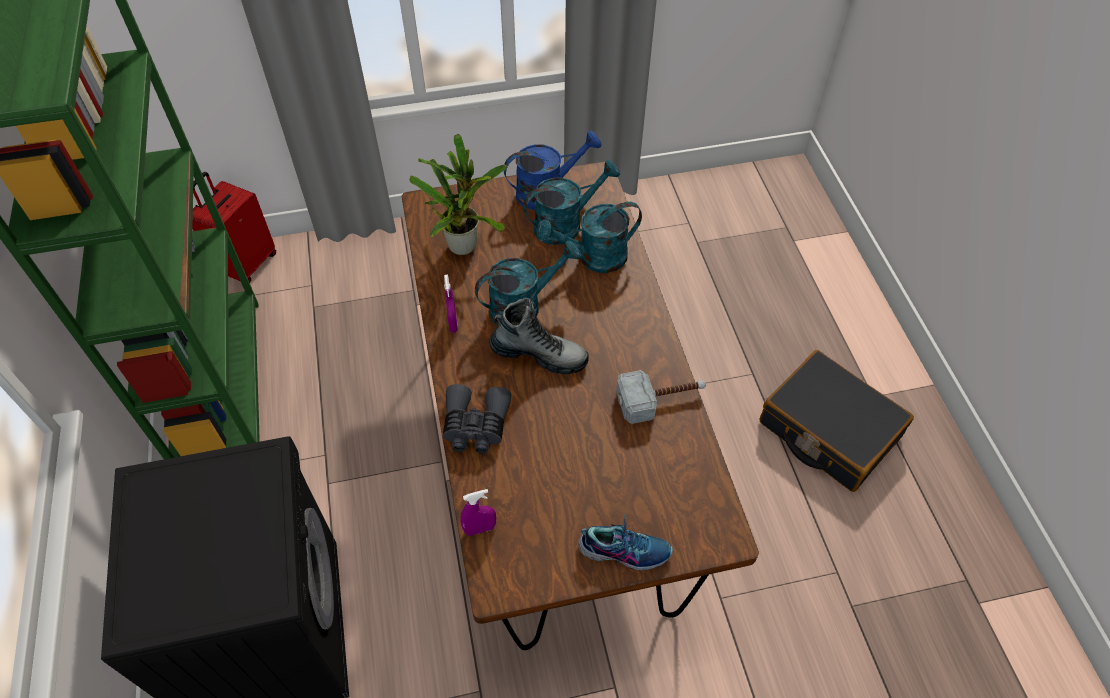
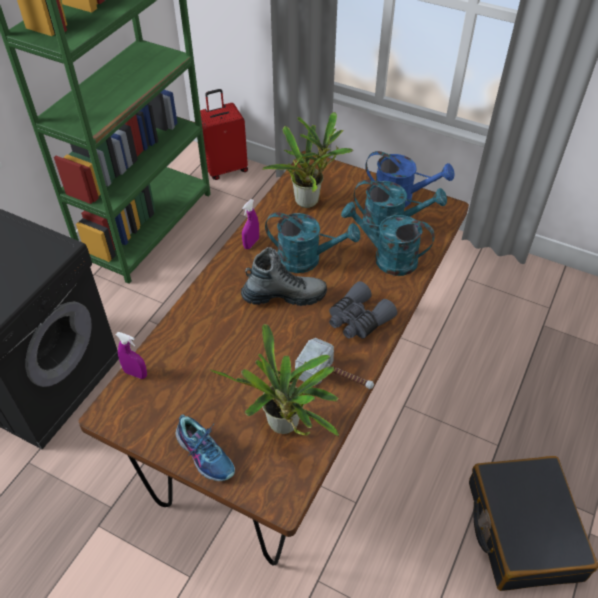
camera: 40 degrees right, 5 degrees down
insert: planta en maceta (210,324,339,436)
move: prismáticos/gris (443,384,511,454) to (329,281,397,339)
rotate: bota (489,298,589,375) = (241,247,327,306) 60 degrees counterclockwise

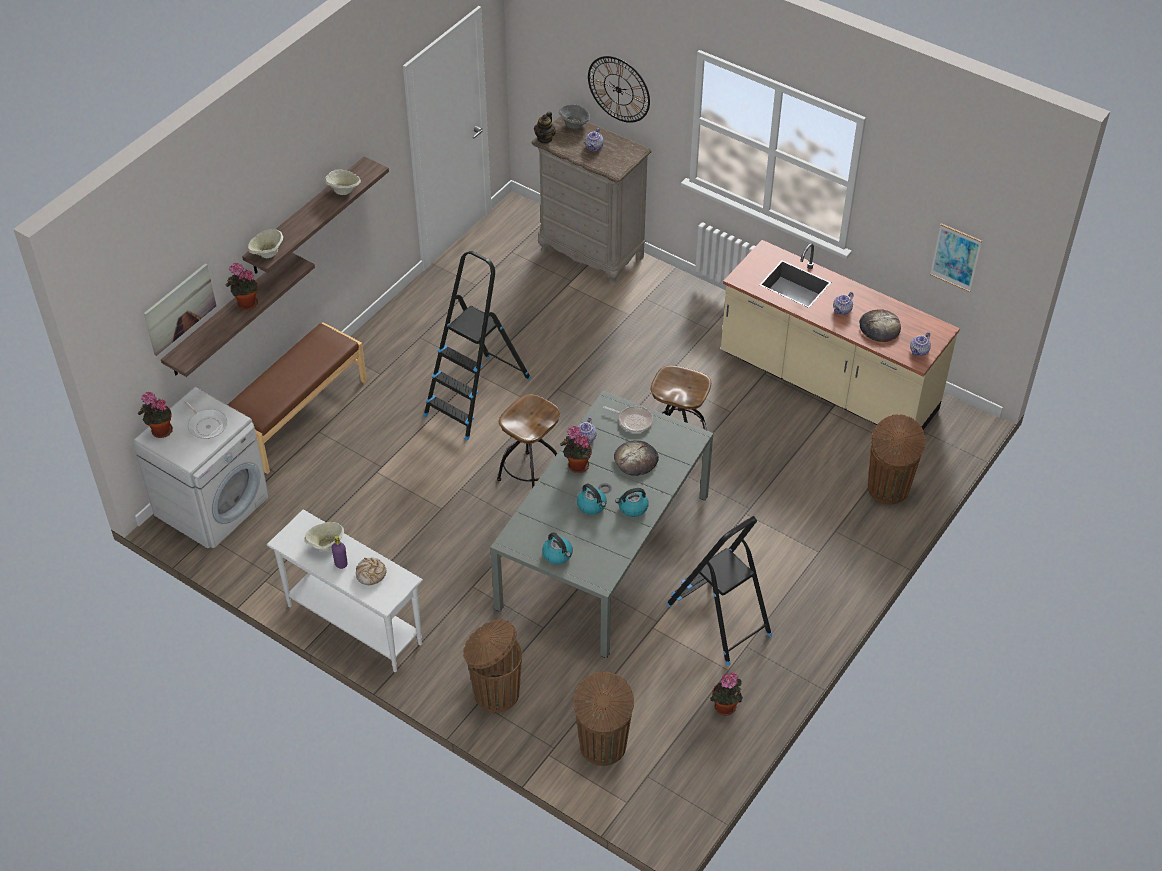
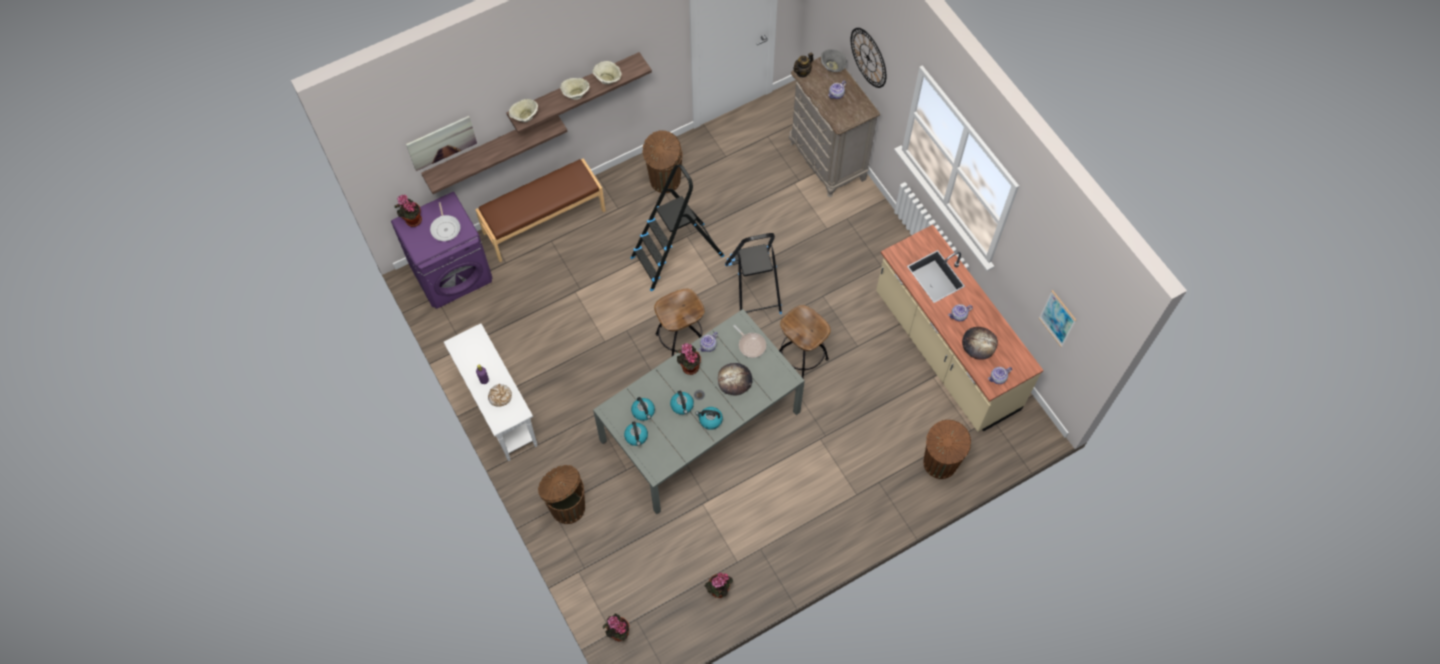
camera: 25 degrees right, 15 degrees up
insert: hervidor (631,397,655,421)
move: planta en maceta (226,263,258,310) to (603,614,629,641); escalera de tijera/negro (666,516,772,666) to (725,233,782,314); cuenco/beis (305,522,344,552) to (560,78,590,100); papelera/marrón (573,671,634,766) to (642,130,682,193)
recolor: lavadora/blanco (133,387,269,548) to lavadora/morado (391,192,492,309)

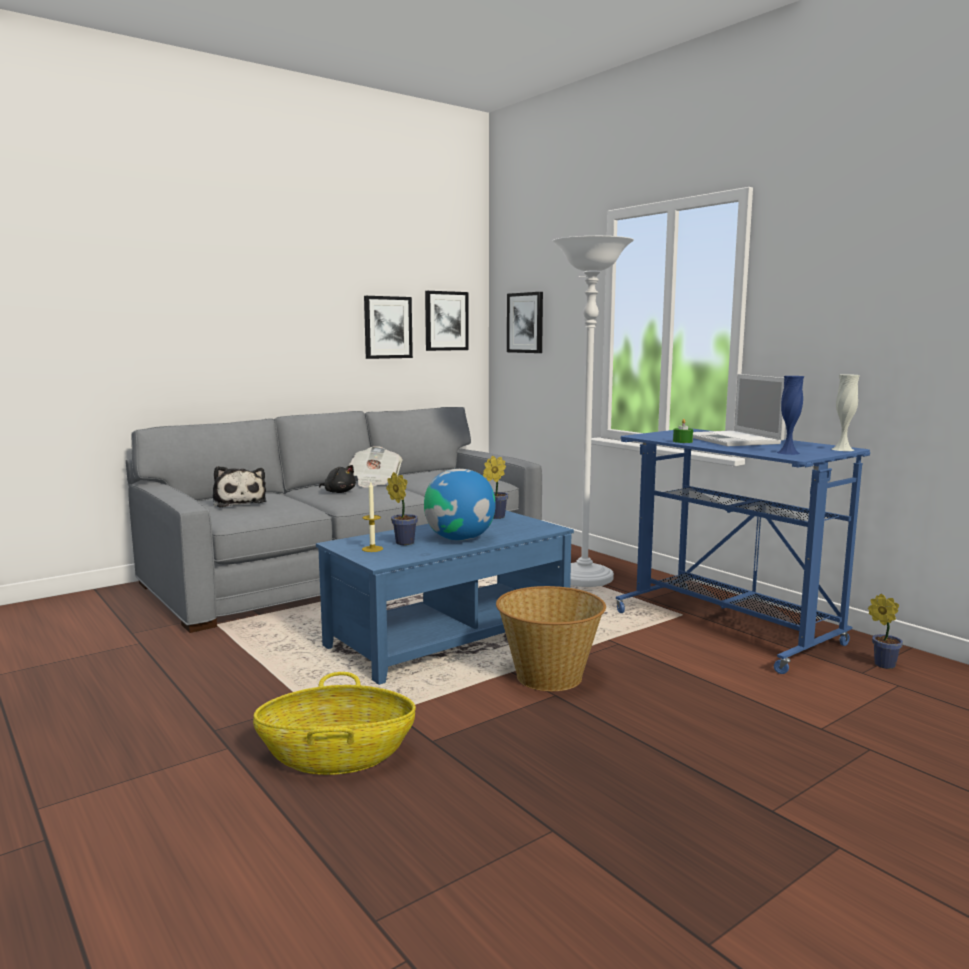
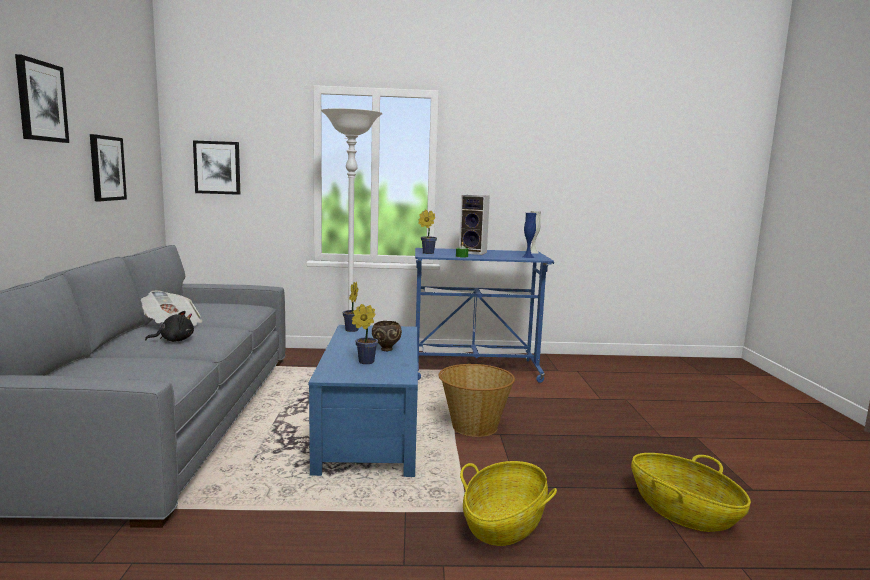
camera: 55 degrees left, 0 degrees up
delete: peluche (213,466,266,508); vela (362,482,383,552)
insert: cesta (631,453,751,532)
move: cuadro (425,291,469,351) to (15,54,69,143); planta en maceta (868,594,903,669) to (418,209,437,254)
replace: portátil (693,374,785,446) to altavoz (459,195,490,255); globo terráqueo (424,469,496,541) to cuenco/marrón (372,321,402,351)

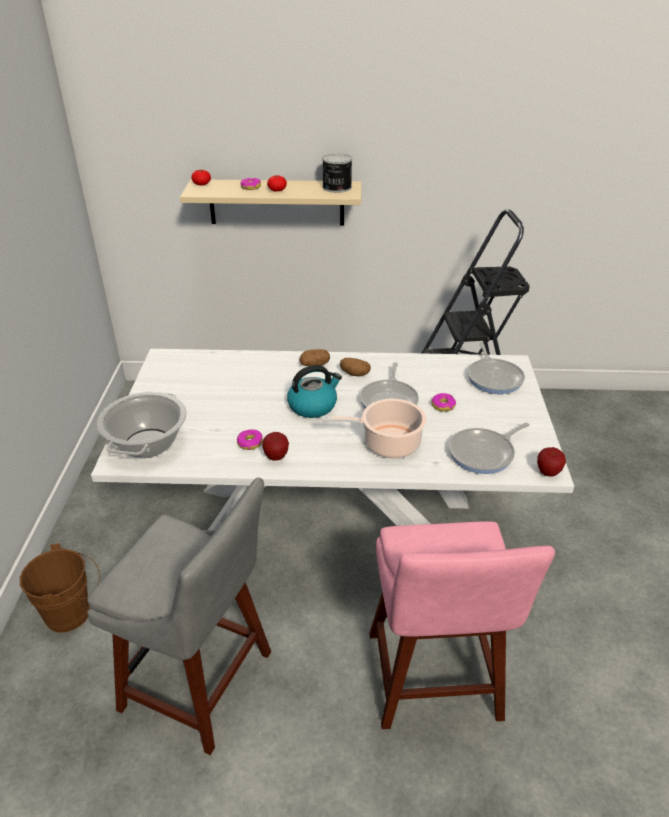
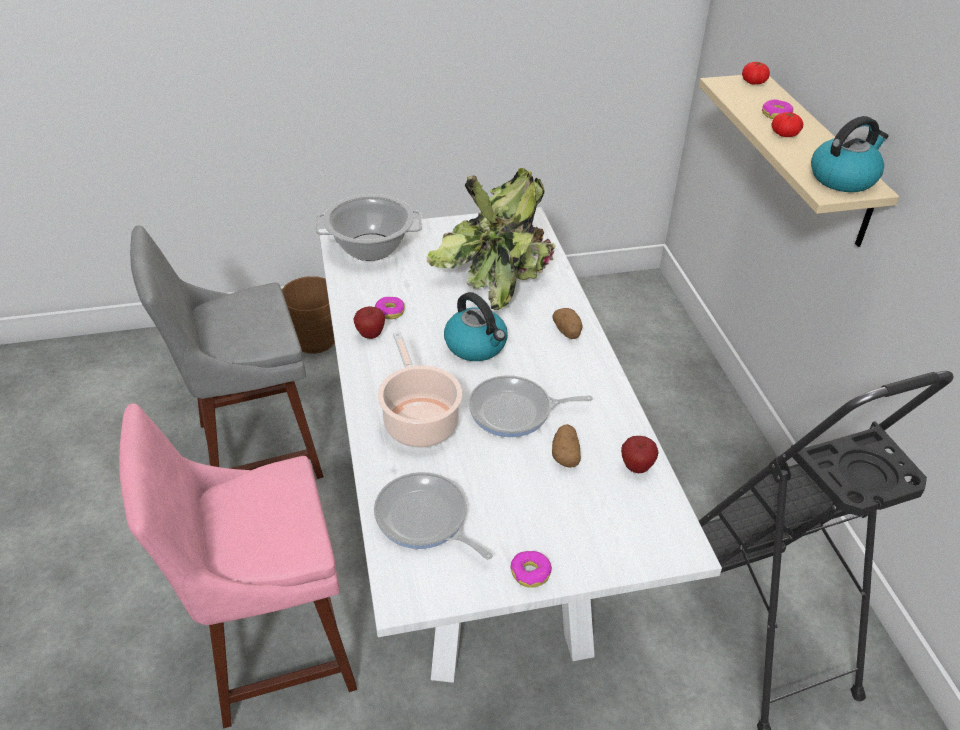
camera: 75 degrees right, 5 degrees up
delete: sartén (468,342,525,394)
insert: planta en maceta (427,168,556,310)
move: patata (340,358,371,376) to (552,424,581,468); rosquilla (431,393,456,412) to (511,551,552,588); manzana (537,447,566,477) to (621,436,659,473)
replace: lata (322,153,352,193) to hervidor (811,116,889,192)
rotate: silla/gris (87,478,271,755) = (130,225,324,479) 60 degrees clockwise

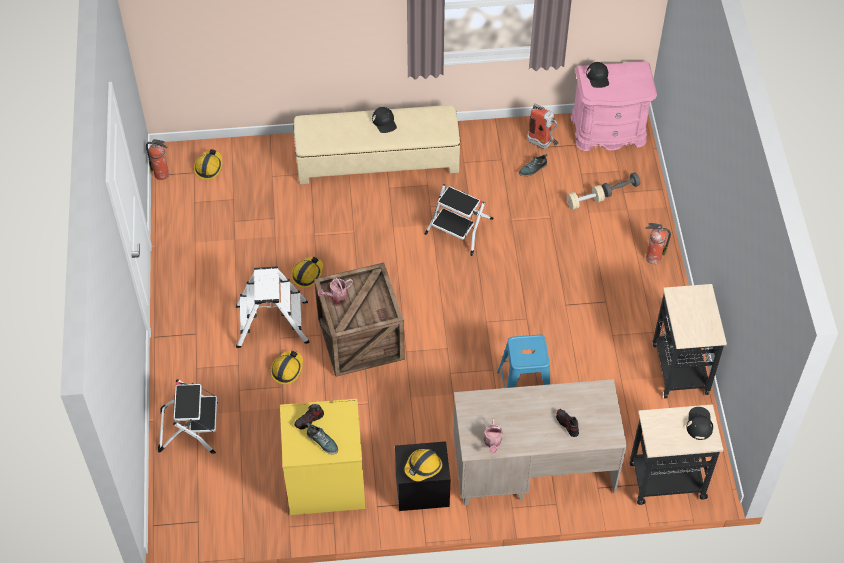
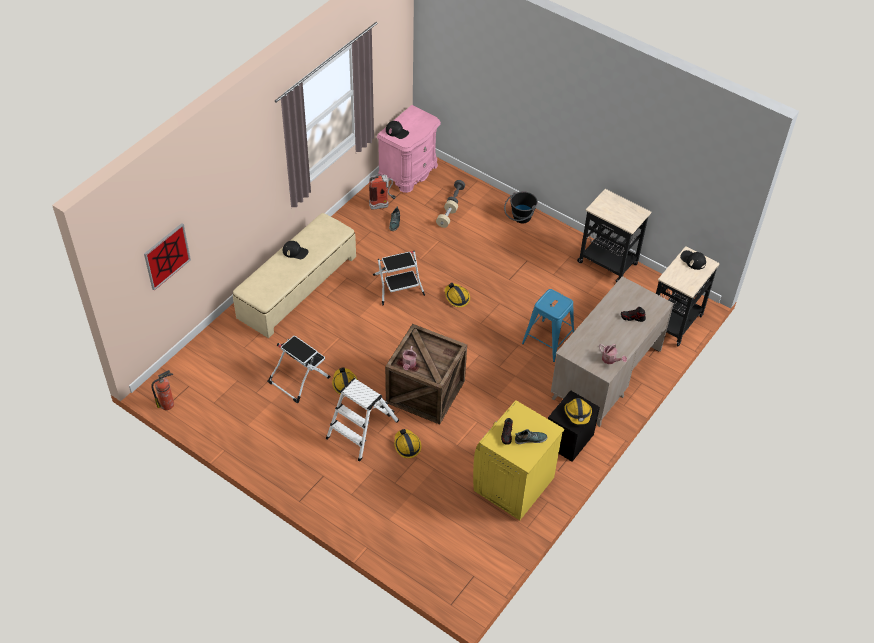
camera: 50 degrees left, 5 degrees down
insert: cuadro (144,223,191,291)
move: casco (194,149,223,180) to (444,283,470,307); escalera de tijera (158,379,218,454) to (267,336,331,404)
replace: extintor (645,223,671,264) to cubo/negro (504,191,538,223)

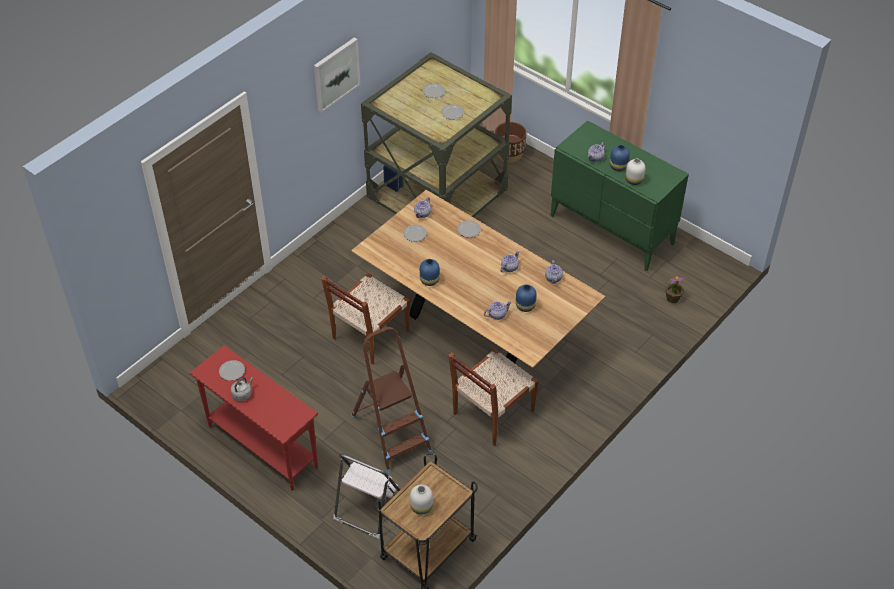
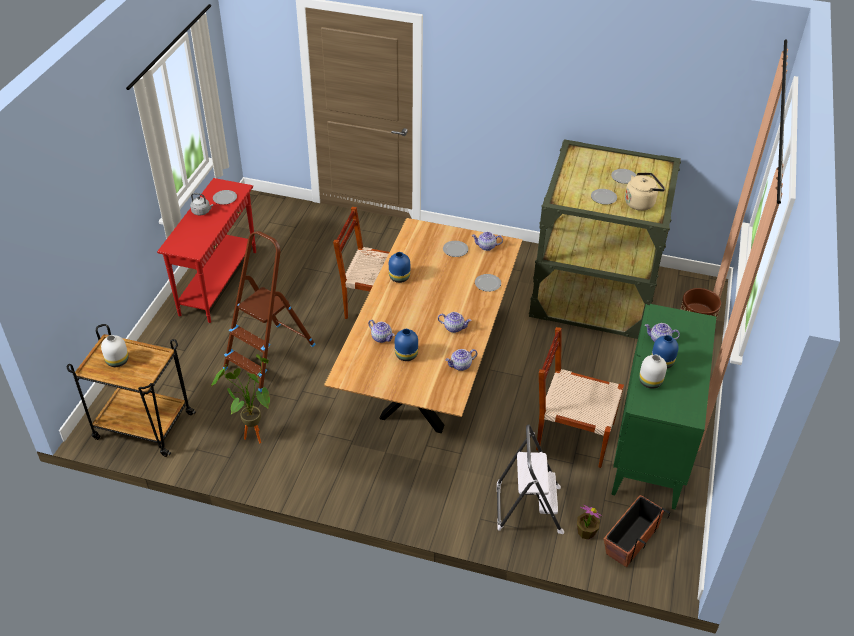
camera: 65 degrees right, 5 degrees down
delete: cuadro (314,37,360,113)
insert: hervidor/beis (625,173,665,211); planta en maceta (211,354,270,443); maceta (604,495,670,567)
move: silla (448,348,538,446) to (536,327,624,468); escalera de tijera/blanco (333,454,400,539) to (497,424,564,534)

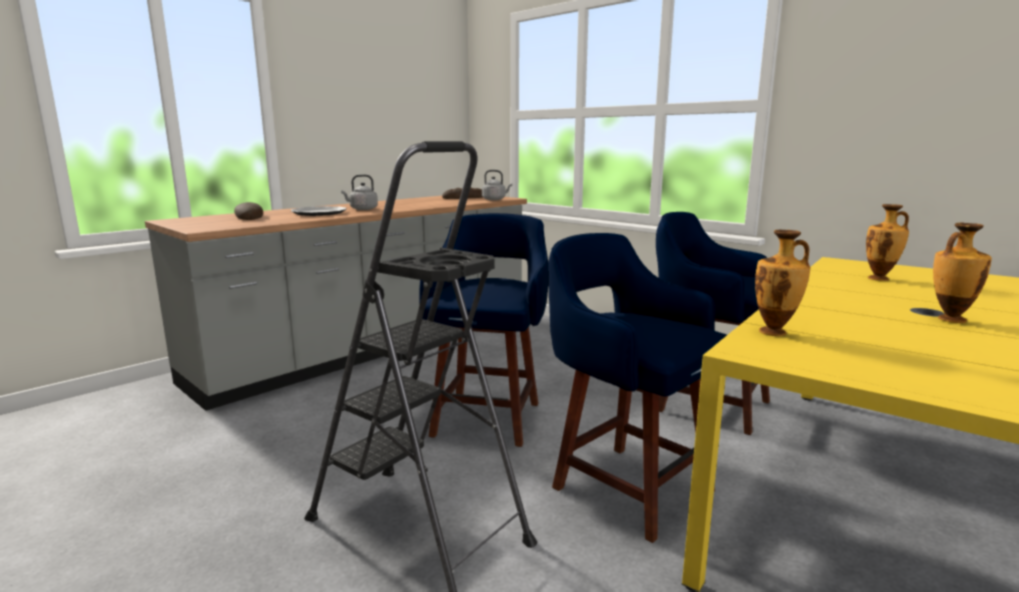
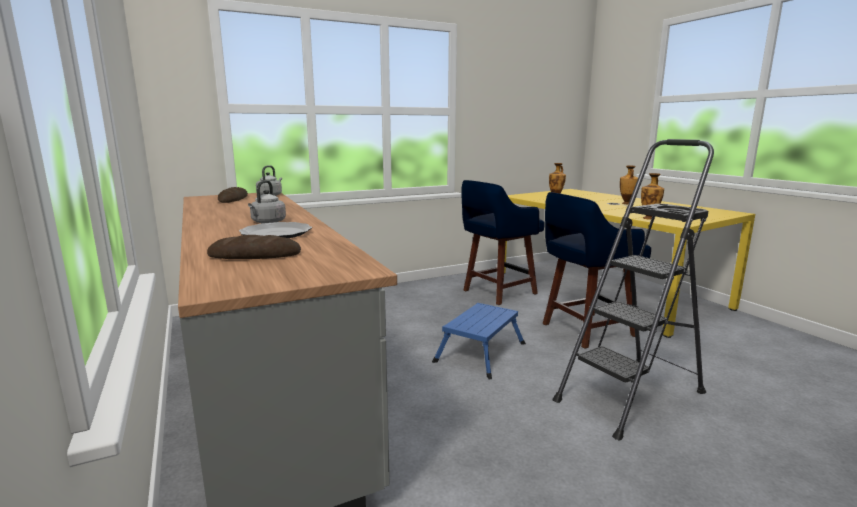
camera: 70 degrees left, 0 degrees up
replace: taburete/azul (419,213,549,447) to escalera de tijera/azul (432,303,526,380)

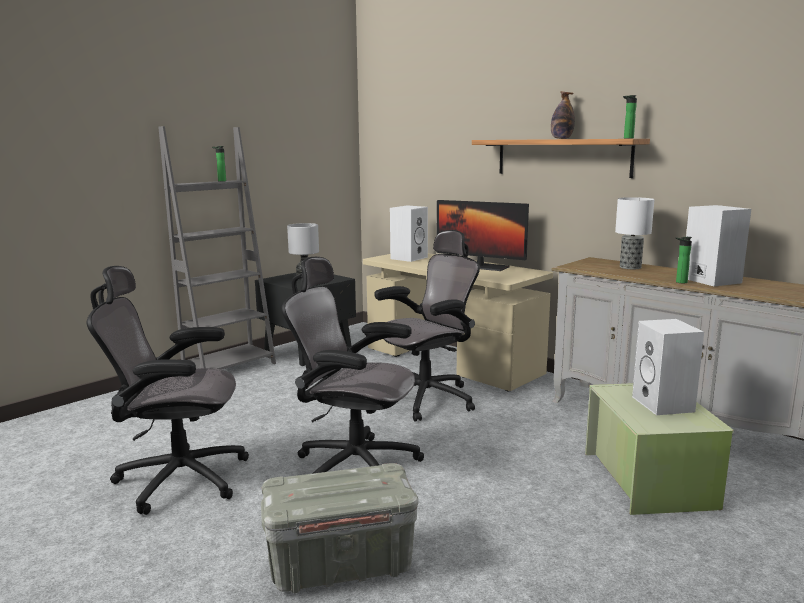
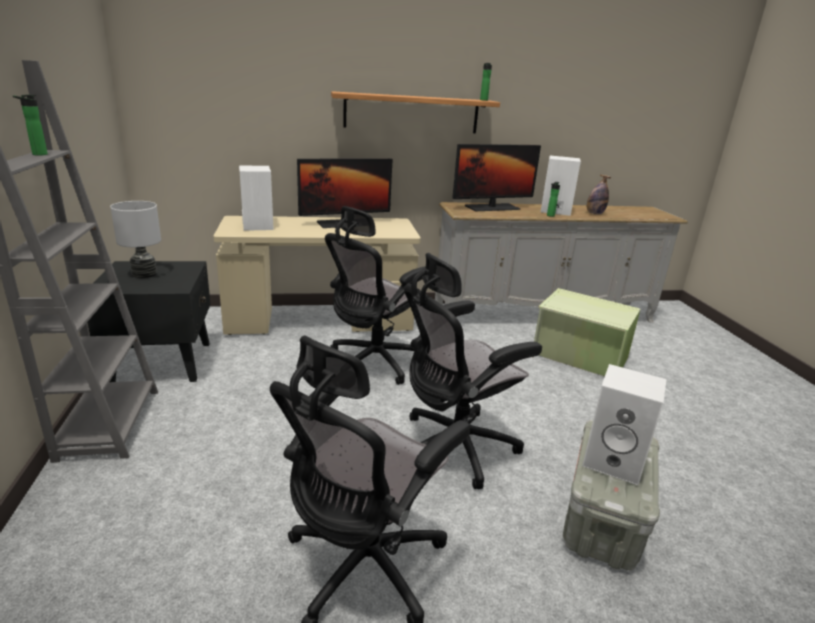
camera: 55 degrees left, 10 degrees up
move: botella (551,91,575,139) to (587,174,611,215); altavoz/blanco (632,319,704,415) to (582,364,667,485)
replace: lámpara de mesa (615,197,655,269) to monitor (452,144,541,211)
rotate: silla de oficina (374,230,480,422) = (325,206,426,385) 135 degrees counterclockwise

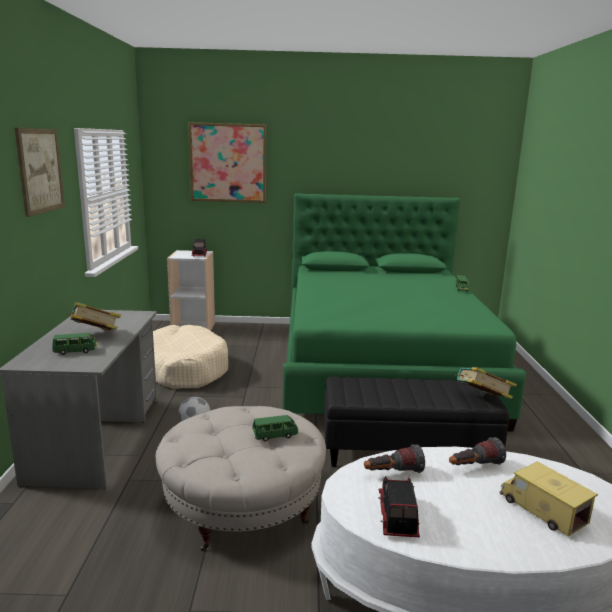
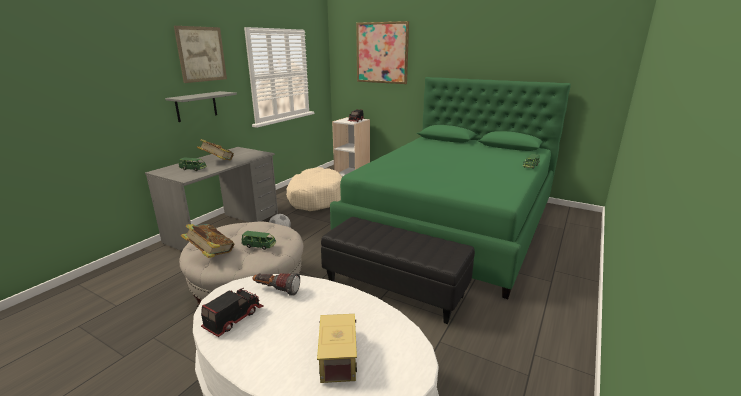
camera: 30 degrees right, 5 degrees up
delete: linterna (449,437,506,465)
insert: estante/gris (165,91,237,122)
move: libro (455,367,517,399) to (181,224,235,258)

